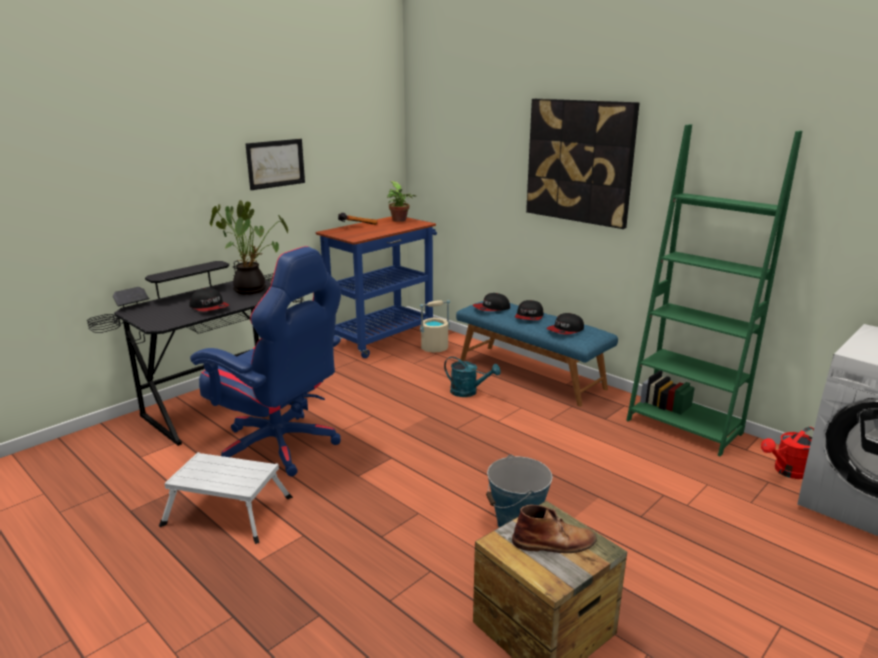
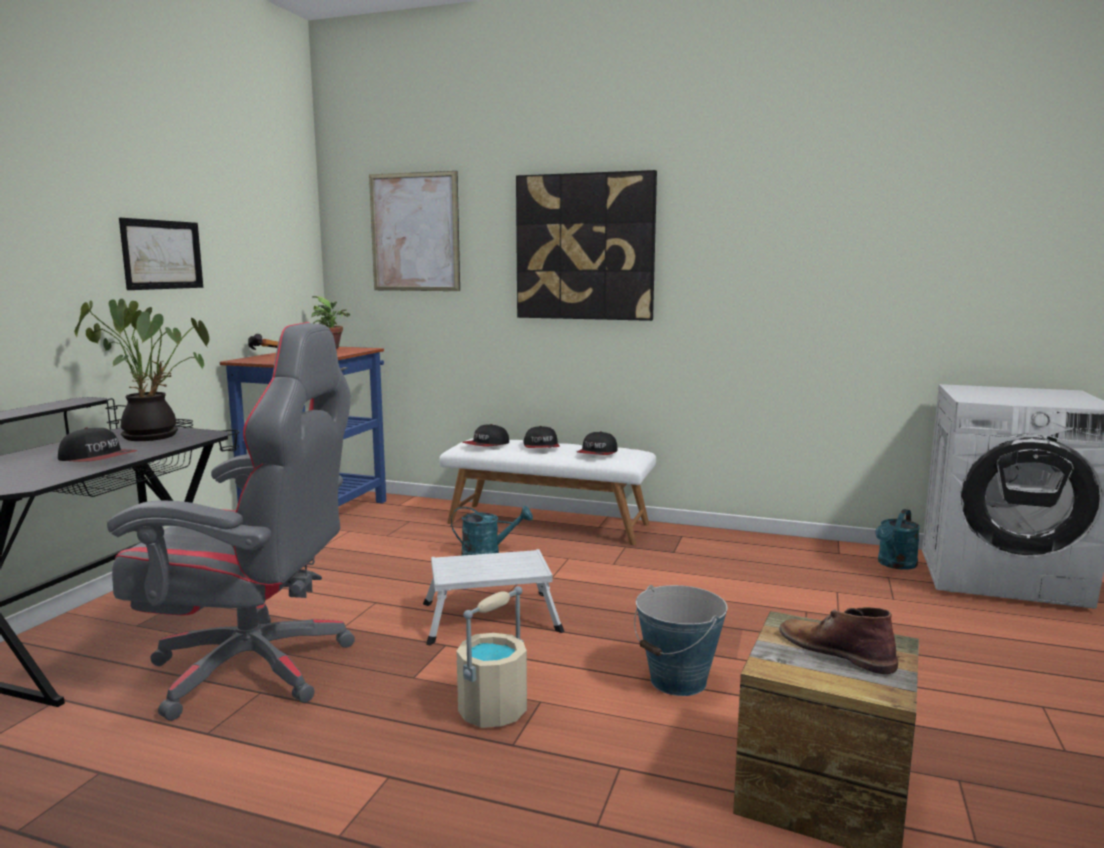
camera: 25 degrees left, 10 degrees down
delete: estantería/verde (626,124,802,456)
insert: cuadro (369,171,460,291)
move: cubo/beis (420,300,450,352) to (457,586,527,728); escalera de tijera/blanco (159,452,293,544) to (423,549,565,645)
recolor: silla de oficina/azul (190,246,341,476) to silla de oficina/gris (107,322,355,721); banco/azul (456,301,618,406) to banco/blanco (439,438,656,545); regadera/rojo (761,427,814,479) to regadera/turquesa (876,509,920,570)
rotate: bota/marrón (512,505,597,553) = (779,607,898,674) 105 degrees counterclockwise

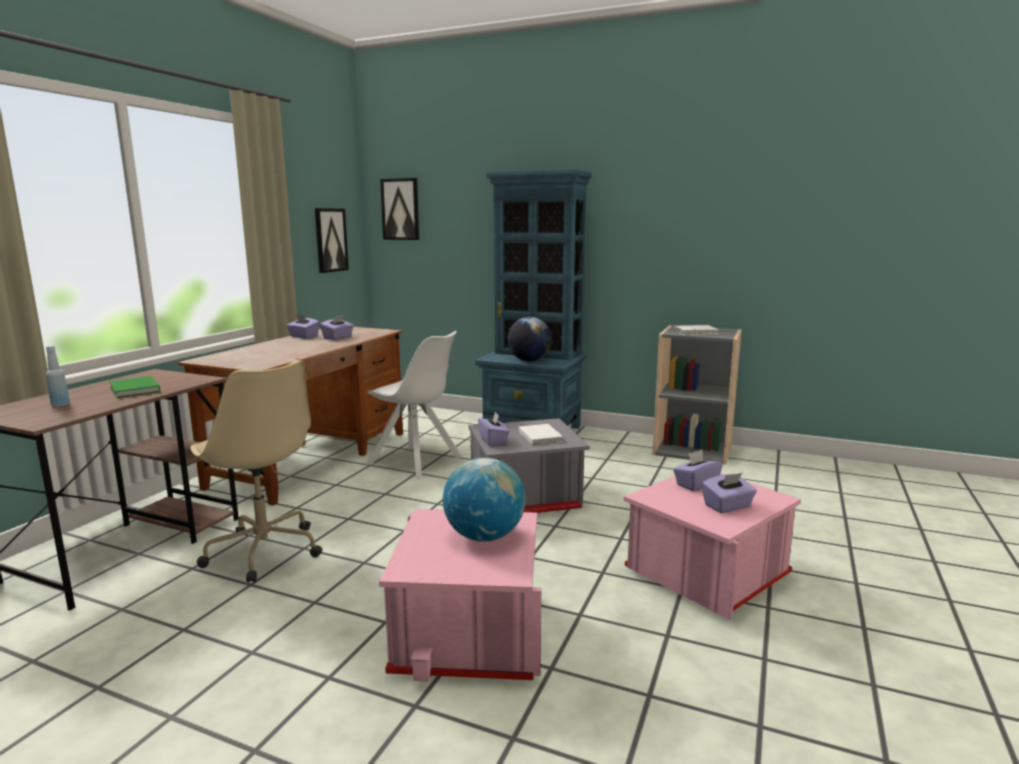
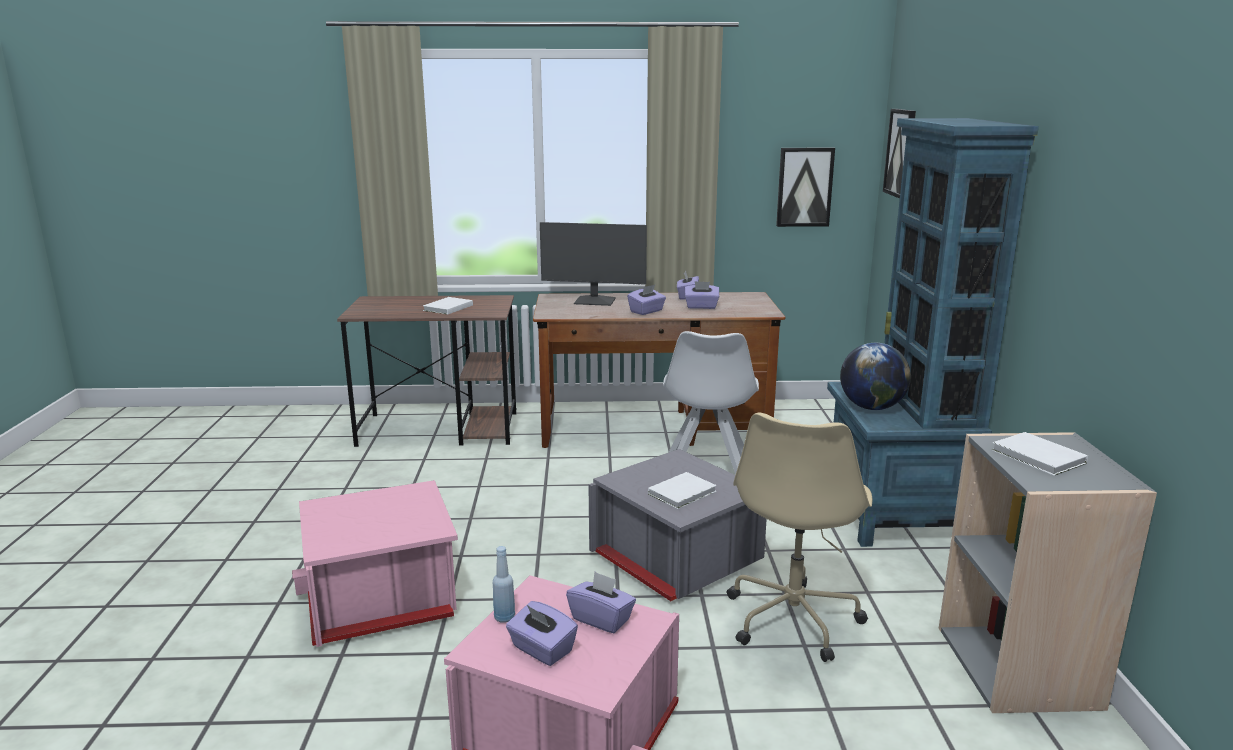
camera: 65 degrees right, 5 degrees up
delete: globo terráqueo (443,457,526,542)
insert: monitor (540,222,647,306)
move: botella/azul (46,346,70,407) to (493,546,515,623); silla de oficina/beis (190,360,322,583) to (726,413,872,662); caja de pañuelos/morado (478,411,510,446) to (627,285,666,315)
recolor: libro/verde (109,376,160,398) to libro/blanco (423,297,473,315)

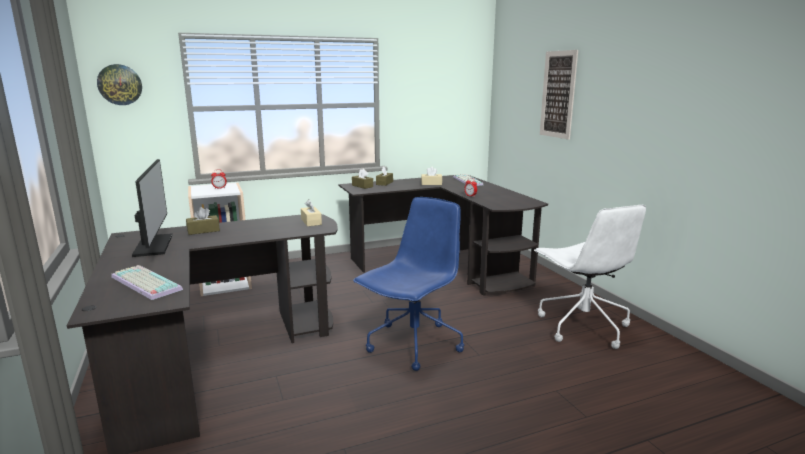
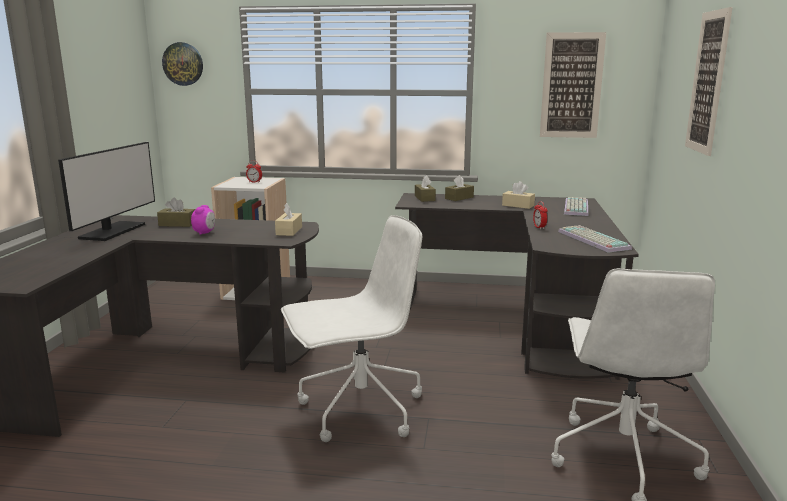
camera: 30 degrees right, 0 degrees up
insert: cuadro (540,32,606,138); despertador (191,205,215,235)
move: teclado (111,265,183,300) to (558,225,632,253)
recolor: silla de oficina/azul (353,197,464,371) to silla de oficina/blanco (281,215,422,442)

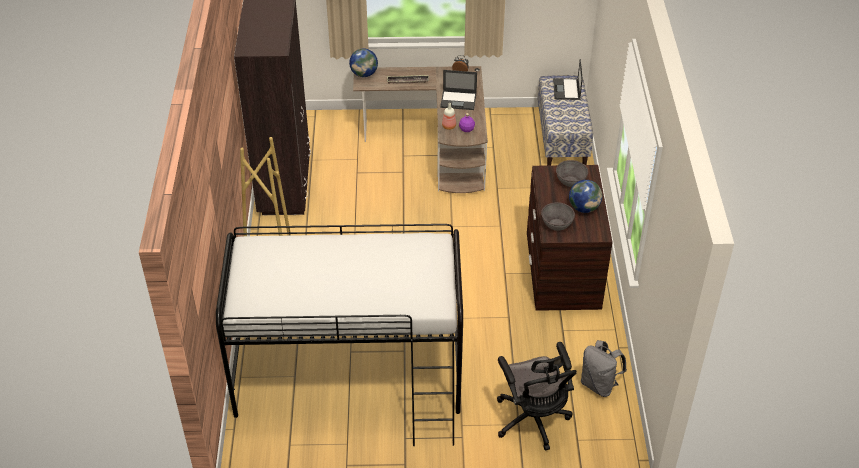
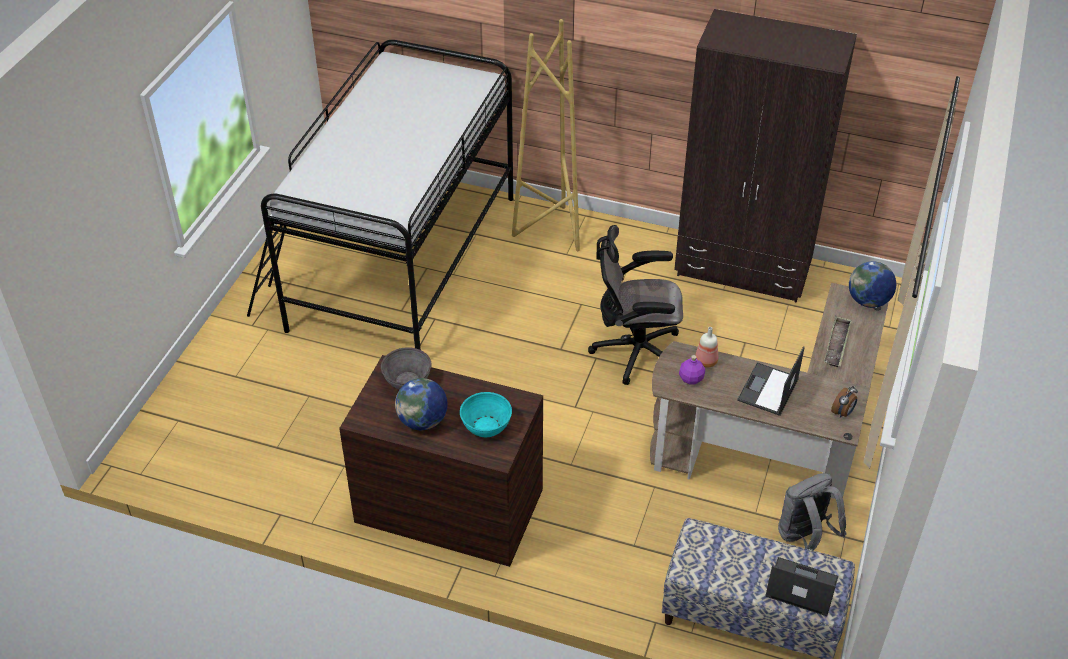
camera: 110 degrees right, 0 degrees up
move: mochila/gris (581,340,627,397) to (778,473,847,550); silla de oficina (497,342,577,451) to (588,225,683,385)
recolor: cuenco/gris (556,160,588,187) to cuenco/turquesa (460,392,512,437)

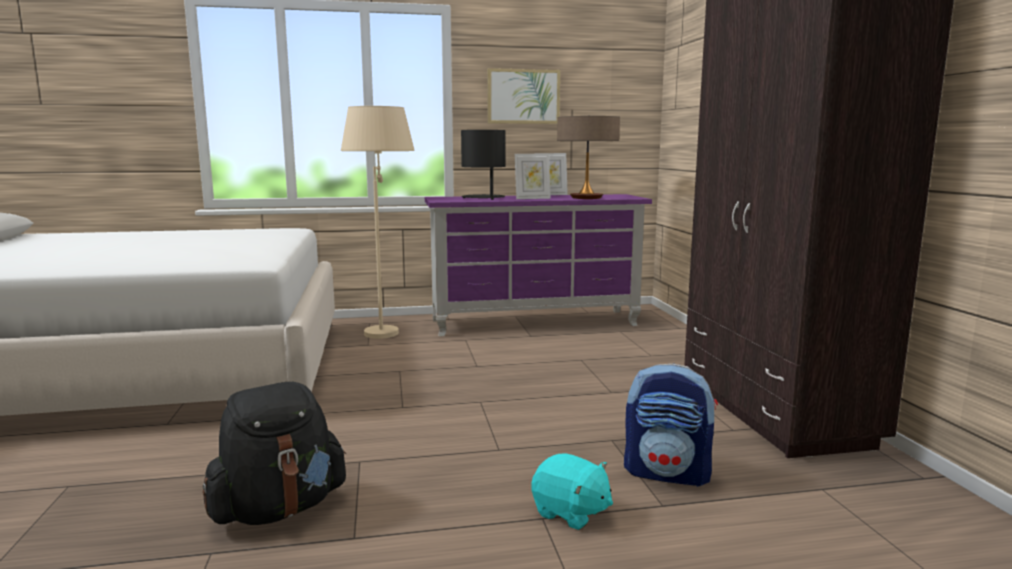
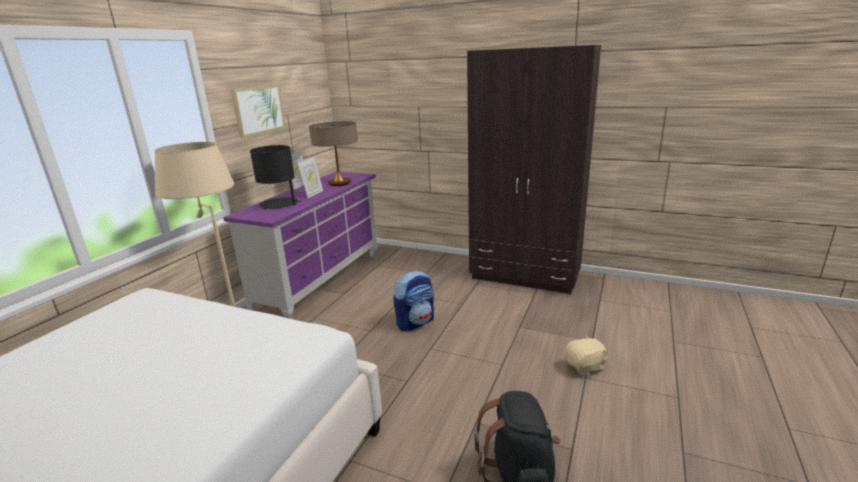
camera: 55 degrees left, 10 degrees up
move: mochila (624,364,718,487) to (393,271,434,331)
recolor: peluche/turquesa (531,453,613,530) to peluche/beis (564,335,608,377)

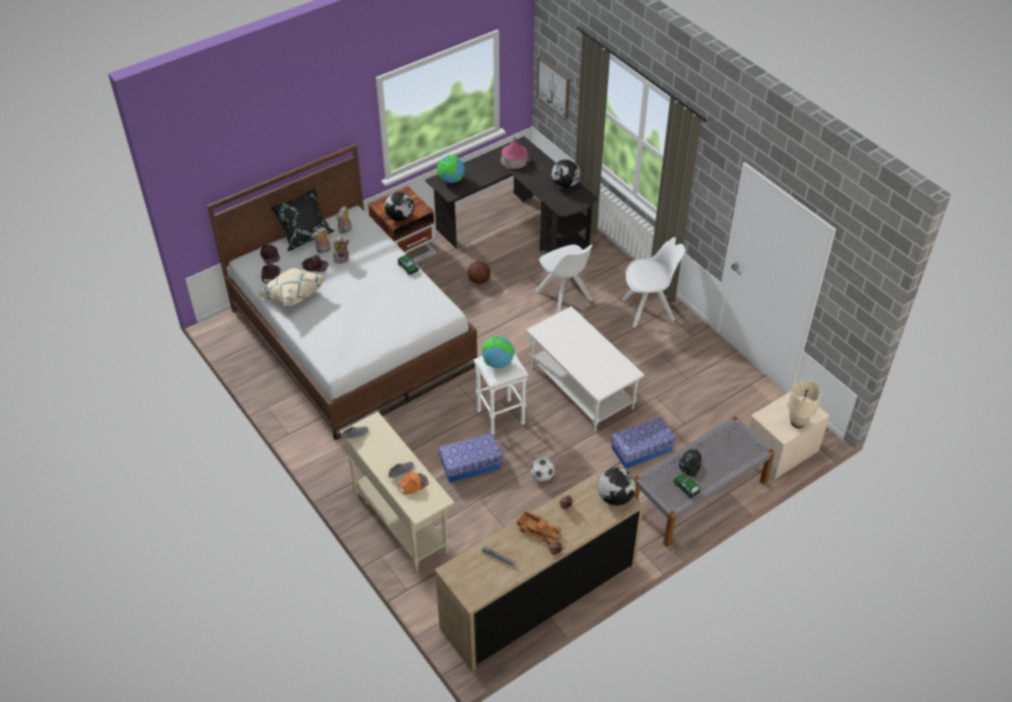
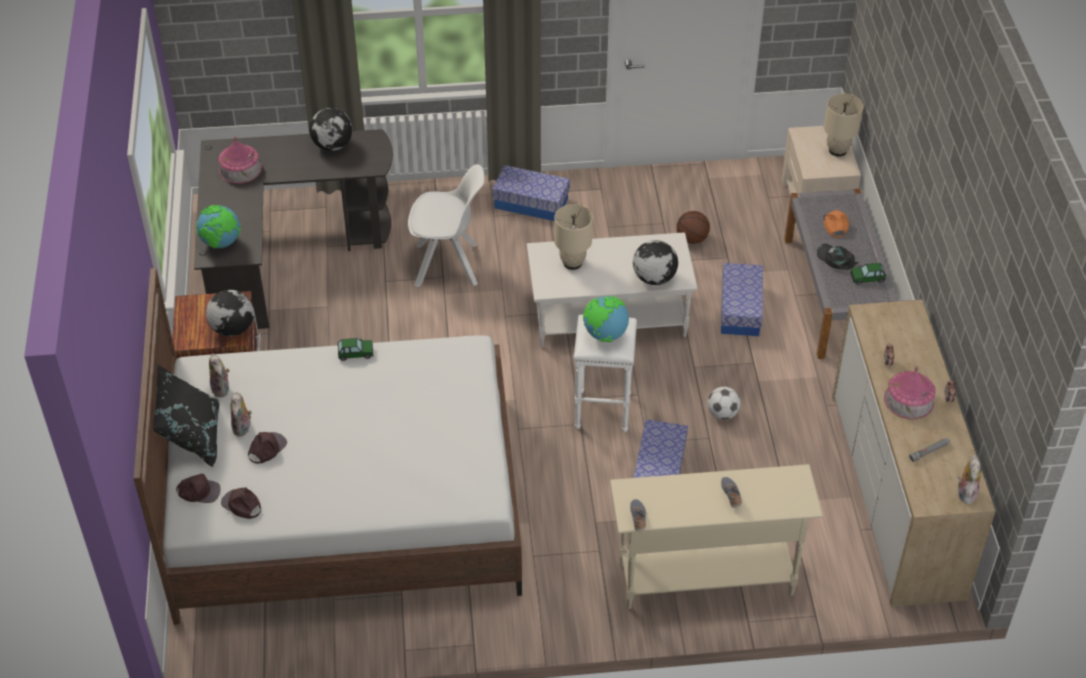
camera: 60 degrees left, 0 degrees up
delete: cuadro (537,56,570,120); cojín/beis (256,268,327,306)
insert: lámpara de mesa/beis (554,204,593,270)
move: peluche (332,236,350,264) to (958,455,981,504); balón de baloncesto (468,261,491,284) to (677,211,710,244); globo terráqueo (598,468,636,506) to (633,240,678,285); gorra/naranja (398,472,429,494) to (823,210,849,238)
replace: silla/blanco (622,237,686,328) to caja de almacenaje (492,165,570,221); camión de juguete (517,511,562,545) to casita (884,366,936,419)

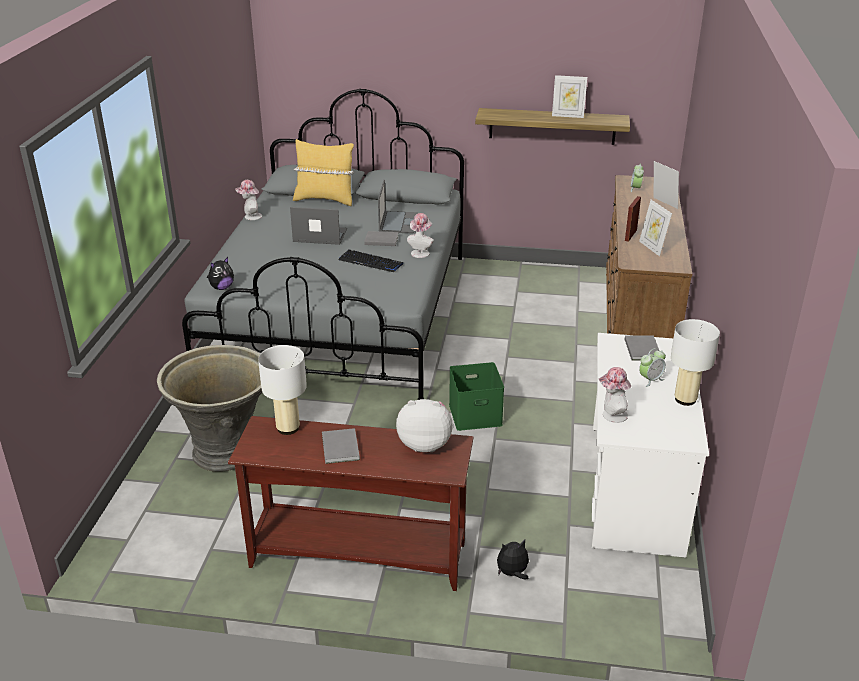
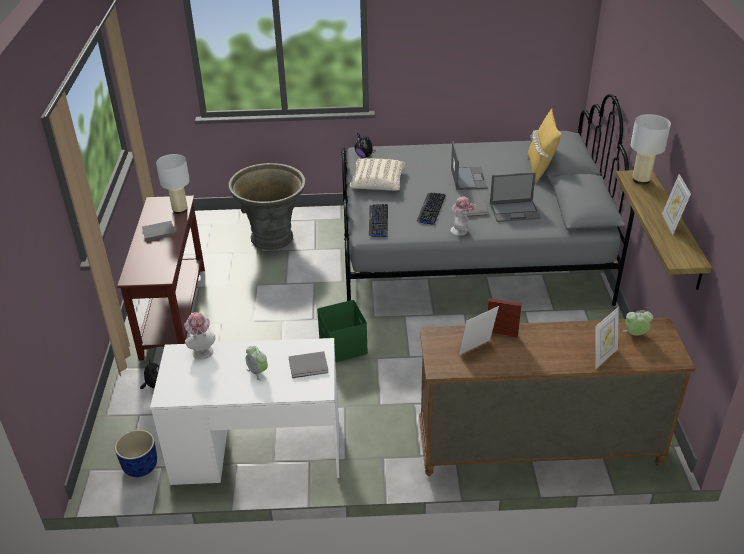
camera: 80 degrees right, 5 degrees up
delete: sombrero (235,180,262,220); peluche (396,399,453,452)
insert: cojín/beis (350,158,405,191); teclado (369,204,388,237); maceta/azul (115,430,157,477)
move: lámpara de mesa/blanco (671,319,720,406) to (631,114,671,185)

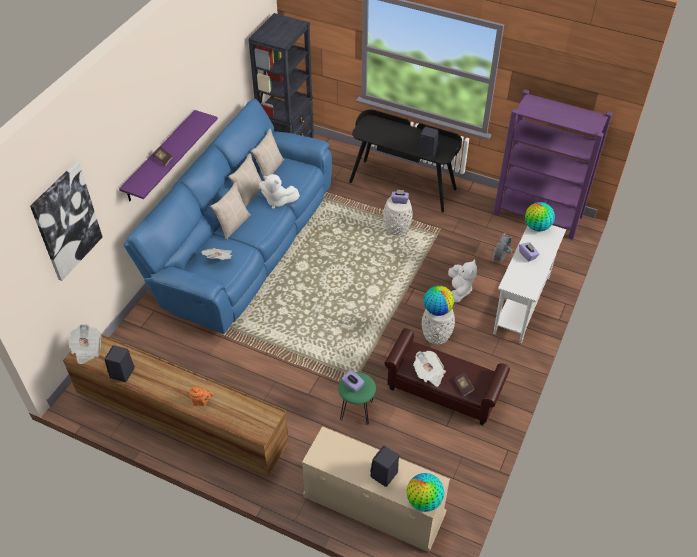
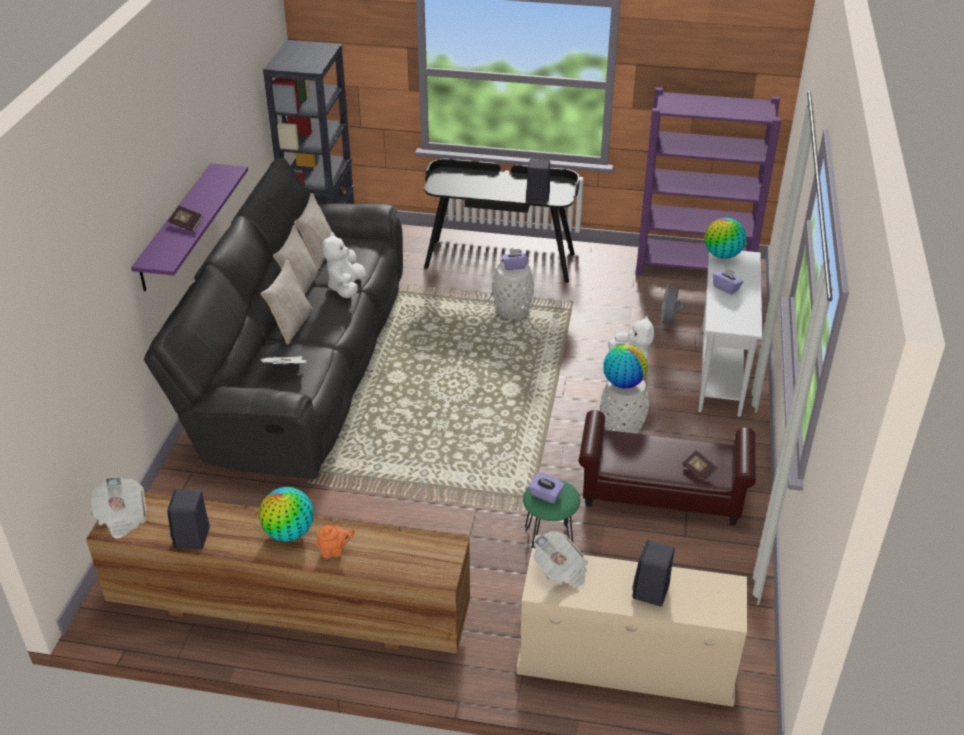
camera: 15 degrees left, 10 degrees down
delete: cuadro (30,162,102,281)
move: periódico (413,351,446,387) to (534,531,588,589); globo terráqueo (407,473,444,512) to (259,487,314,542)
recolor: sofá/azul (124,99,332,334) to sofá/gris (144,157,403,479)
rotate: peluche/blanco (259,174,300,209) = (322,232,366,298) 90 degrees clockwise

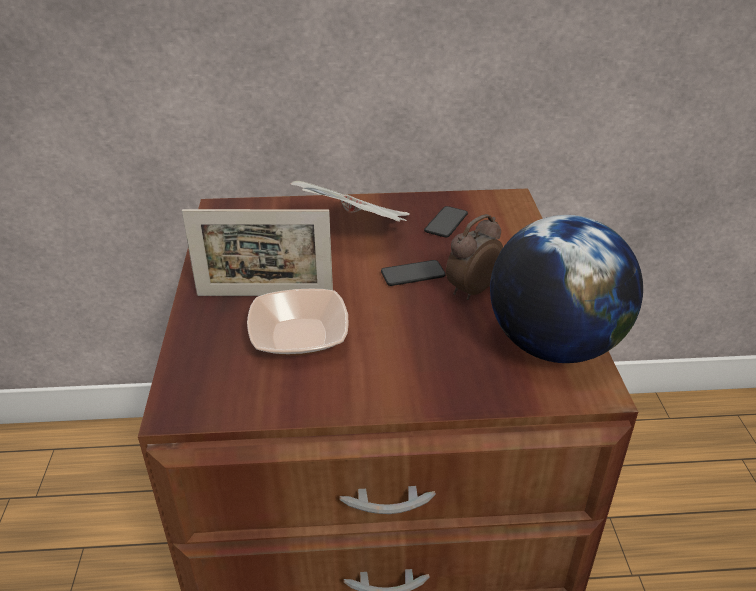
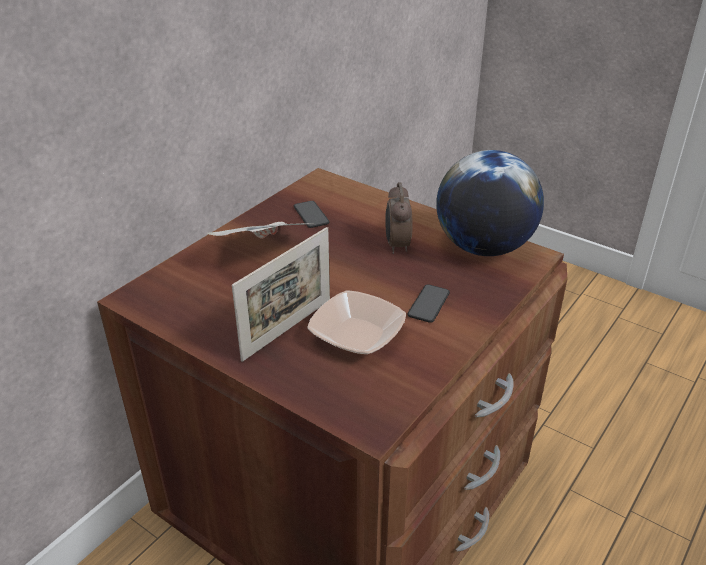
camera: 50 degrees left, 0 degrees up
move: móvil (381,260,446,286) to (408,284,450,323)

